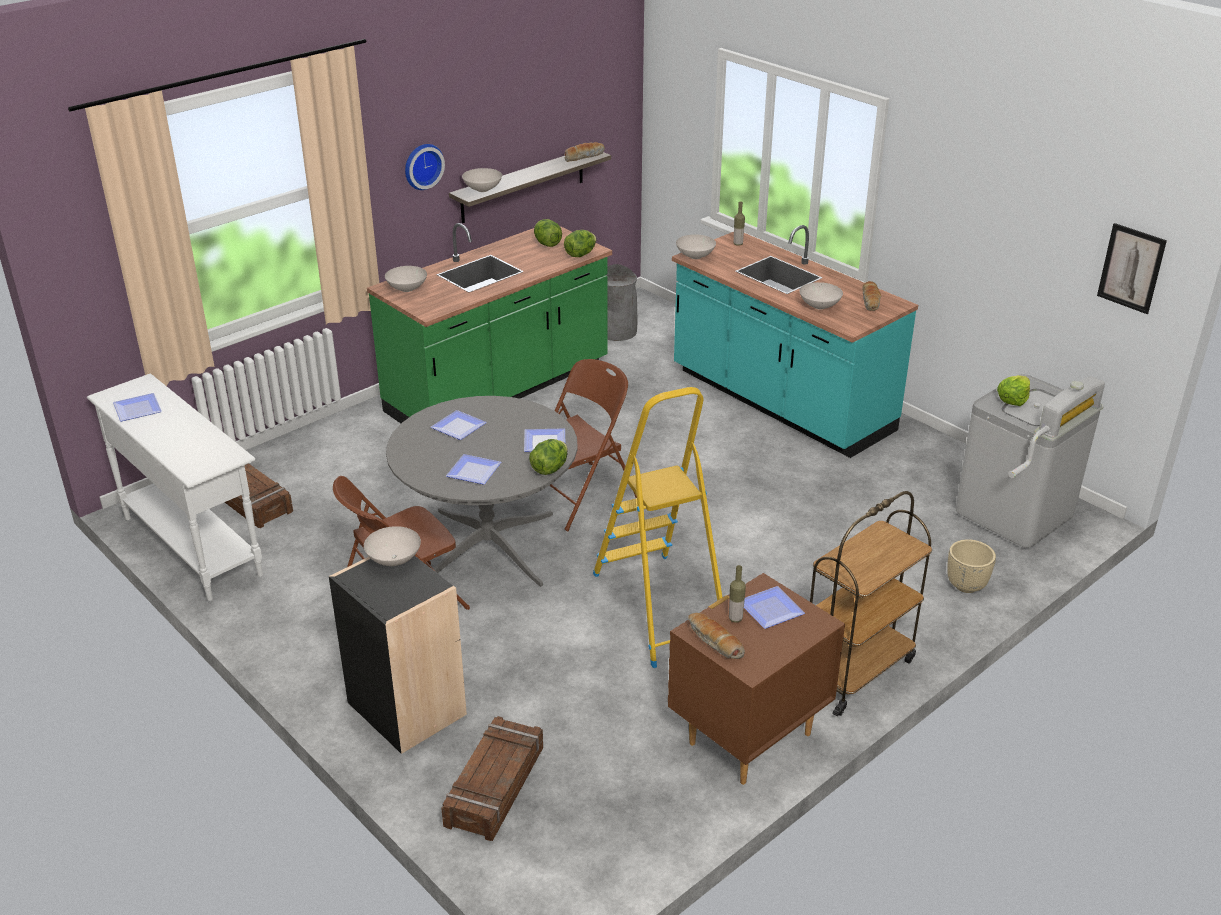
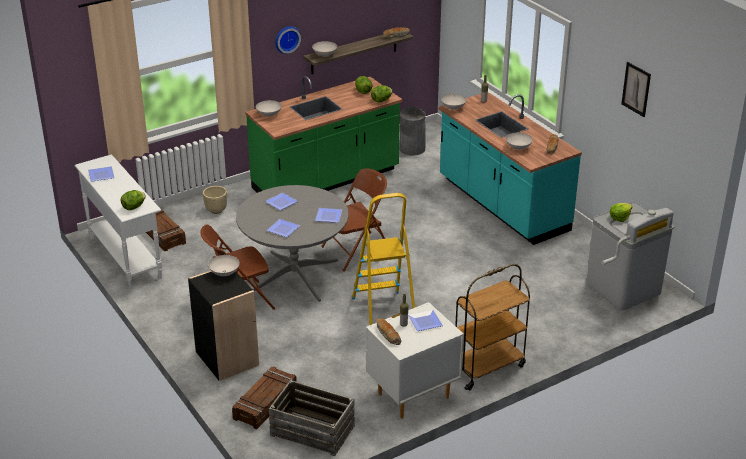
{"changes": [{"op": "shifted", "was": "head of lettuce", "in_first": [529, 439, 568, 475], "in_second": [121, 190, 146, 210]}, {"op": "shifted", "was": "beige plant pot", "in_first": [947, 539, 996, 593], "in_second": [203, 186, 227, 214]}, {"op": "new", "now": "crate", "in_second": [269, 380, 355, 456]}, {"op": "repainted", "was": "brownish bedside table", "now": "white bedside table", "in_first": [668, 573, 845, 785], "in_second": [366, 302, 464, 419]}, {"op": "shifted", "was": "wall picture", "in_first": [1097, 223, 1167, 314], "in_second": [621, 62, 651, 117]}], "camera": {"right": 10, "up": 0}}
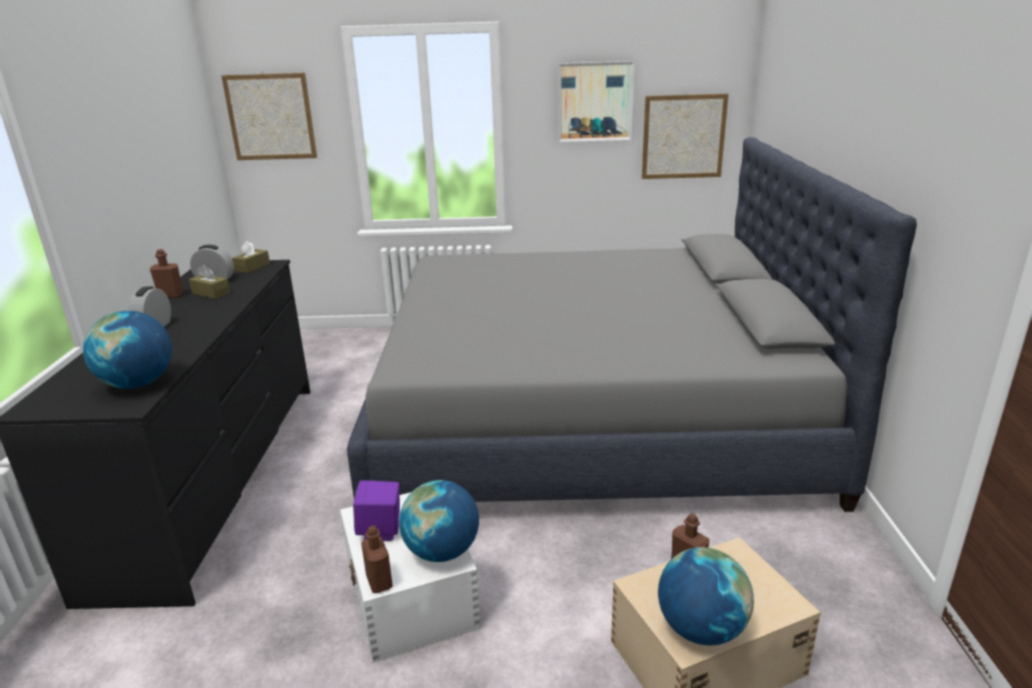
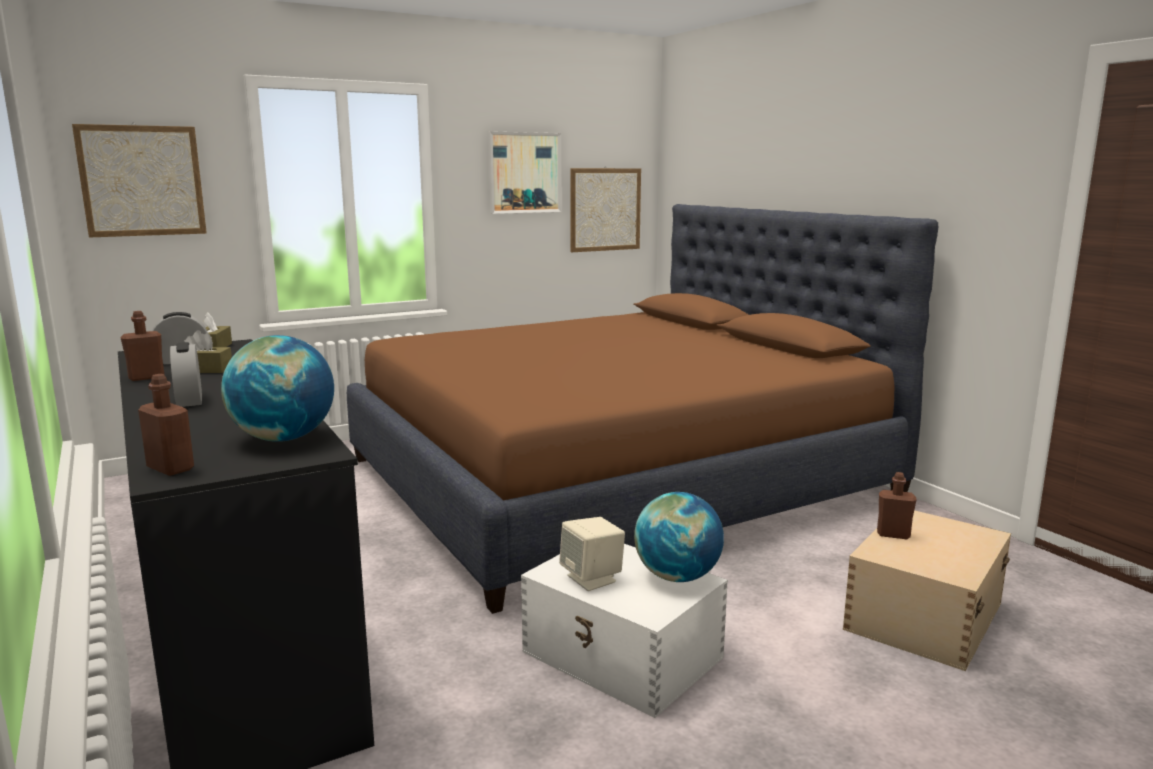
{"changes": [{"op": "shifted", "was": "brownish bottle", "in_first": [361, 526, 393, 593], "in_second": [138, 374, 194, 476]}, {"op": "repainted", "was": "greyish sleeping bed", "now": "brownish sleeping bed", "in_first": [347, 137, 917, 512], "in_second": [347, 204, 938, 614]}, {"op": "repainted", "was": "purplish speaker", "now": "beige speaker", "in_first": [353, 480, 400, 541], "in_second": [559, 517, 625, 591]}, {"op": "gone", "was": "world globe", "in_first": [658, 547, 754, 645]}], "camera": {"right": -30, "up": -10}}
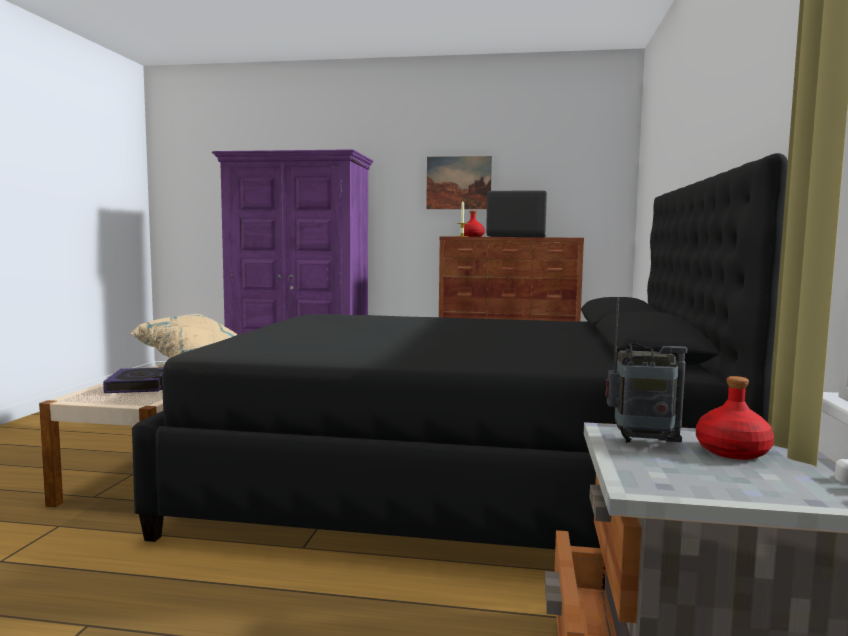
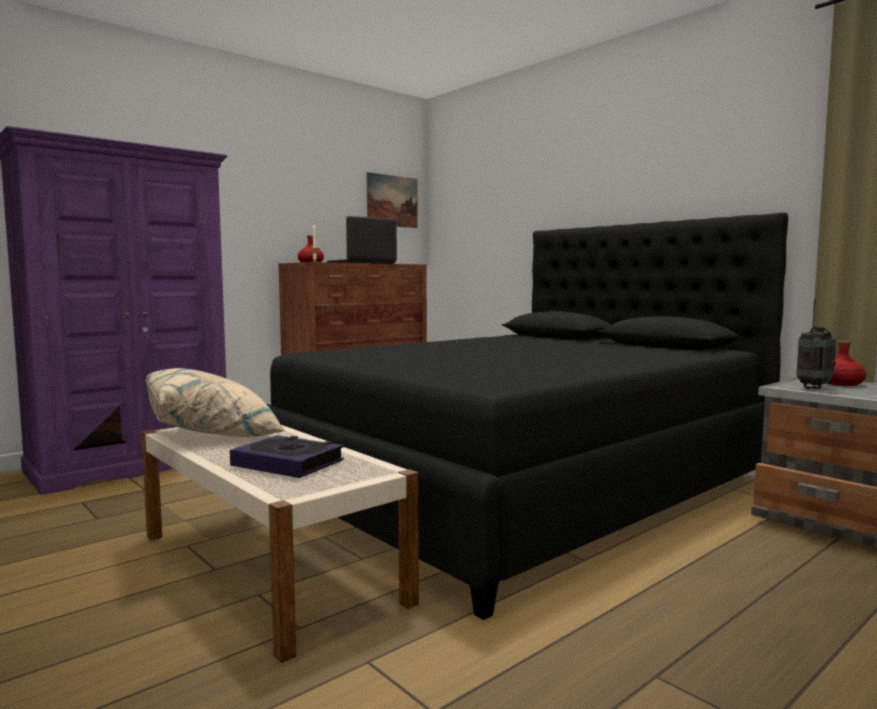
{"changes": [{"op": "shifted", "was": "wall picture", "in_first": [426, 156, 492, 209], "in_second": [367, 172, 418, 228]}], "camera": {"right": -50, "up": 0}}
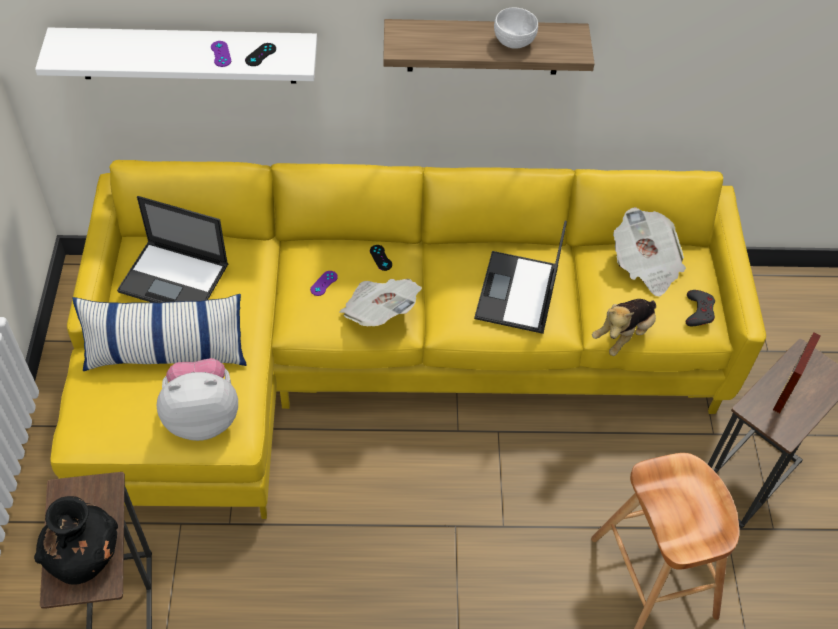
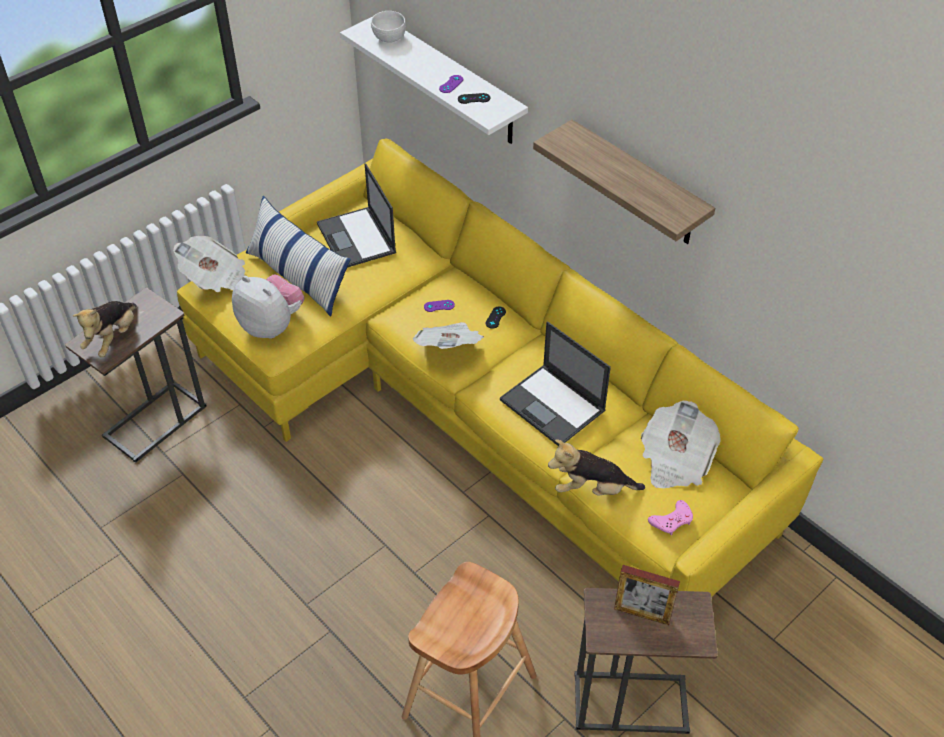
{"changes": [{"op": "swapped", "was": "black-coloured decorative vase", "now": "plush toy", "in_first": [34, 496, 118, 585], "in_second": [73, 301, 137, 357]}, {"op": "new", "now": "printed paper", "in_second": [173, 236, 245, 292]}, {"op": "shifted", "was": "white serving bowl", "in_first": [494, 7, 538, 48], "in_second": [371, 11, 406, 43]}, {"op": "rotated", "was": "portable computer", "in_first": [474, 220, 567, 334], "in_second": [500, 322, 611, 446], "clockwise": -105}, {"op": "rotated", "was": "picture frame", "in_first": [773, 332, 821, 413], "in_second": [614, 565, 680, 625], "clockwise": -150}, {"op": "repainted", "was": "greyish gamepad", "now": "pink gamepad", "in_first": [686, 290, 715, 326], "in_second": [648, 500, 693, 535]}], "camera": {"right": 50, "up": -5}}
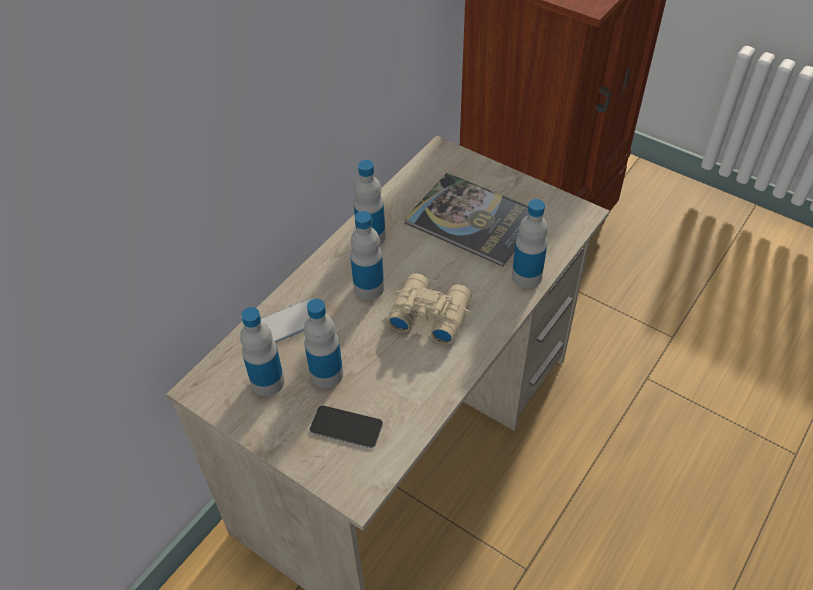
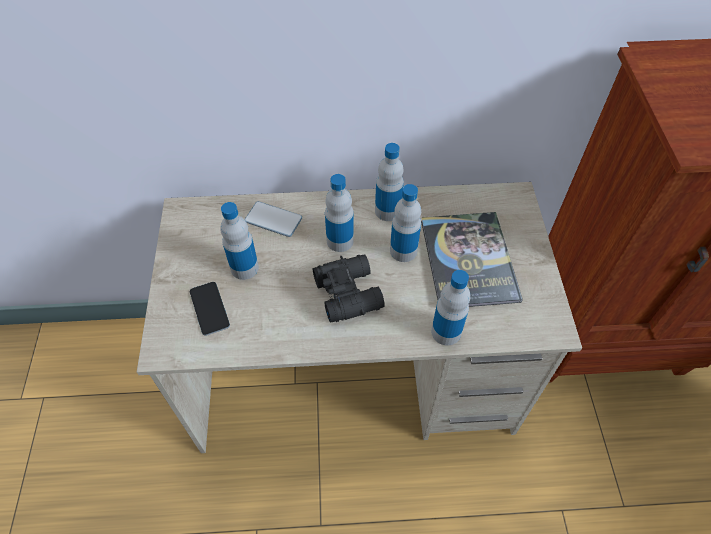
{"changes": [{"op": "repainted", "was": "beige pair of binoculars", "now": "black-coloured pair of binoculars", "in_first": [388, 273, 472, 344], "in_second": [313, 254, 385, 323]}, {"op": "shifted", "was": "bottle", "in_first": [240, 307, 284, 396], "in_second": [390, 184, 421, 262]}], "camera": {"right": 50, "up": 5}}
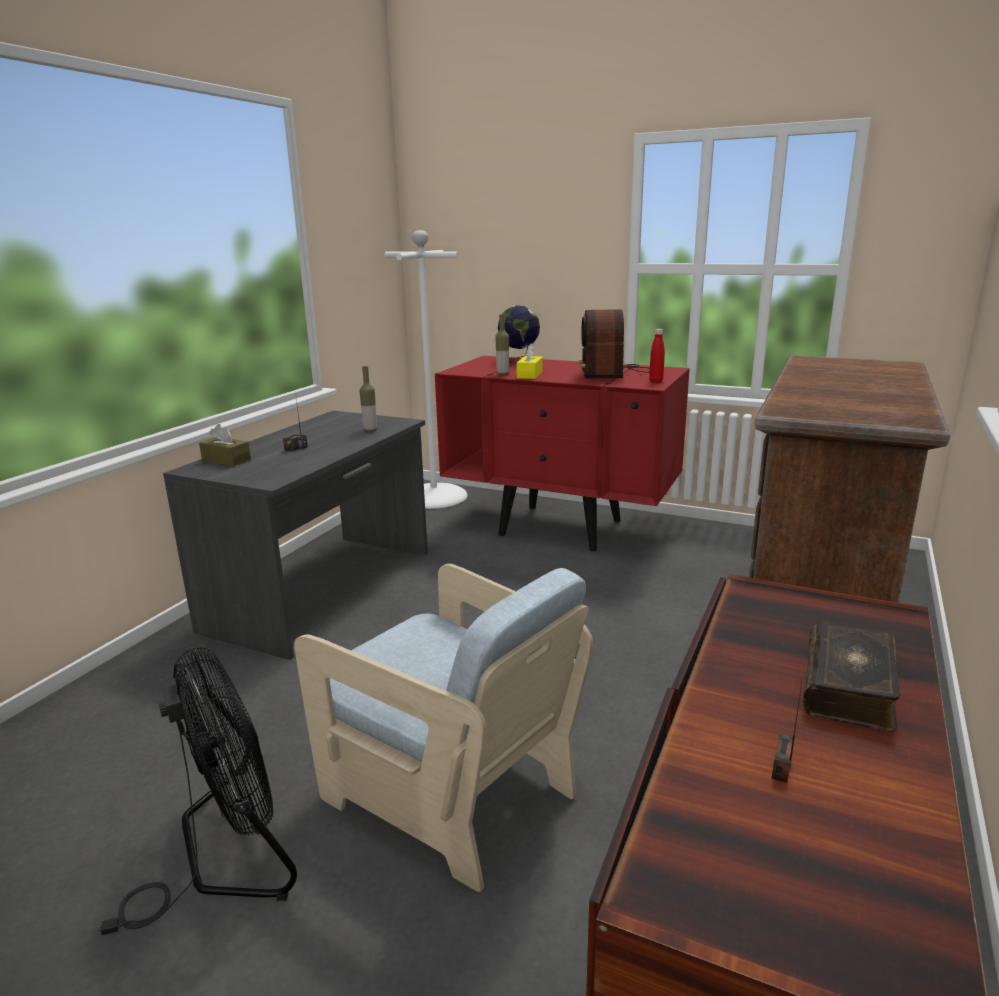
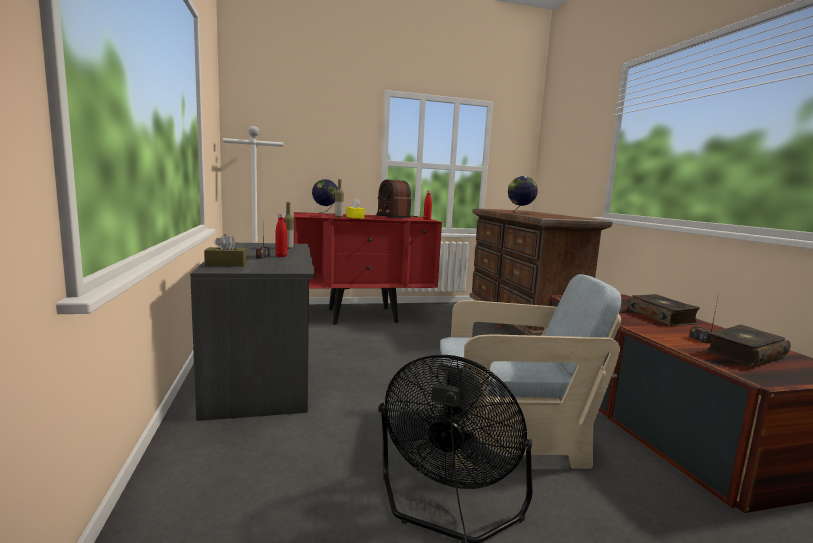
{"changes": [{"op": "new", "now": "reddish bottle", "in_second": [275, 213, 287, 257]}, {"op": "new", "now": "world globe", "in_second": [508, 176, 538, 214]}, {"op": "new", "now": "bound book", "in_second": [704, 325, 791, 367]}], "camera": {"right": -40, "up": -10}}
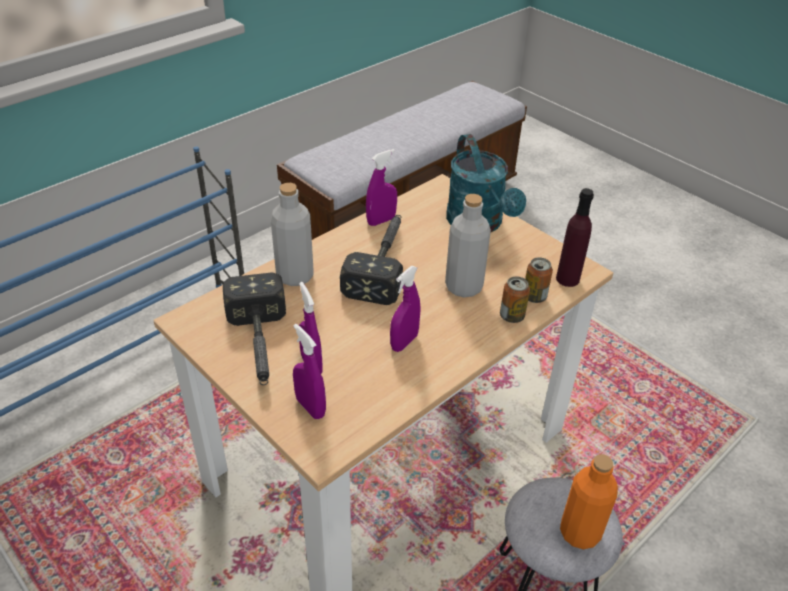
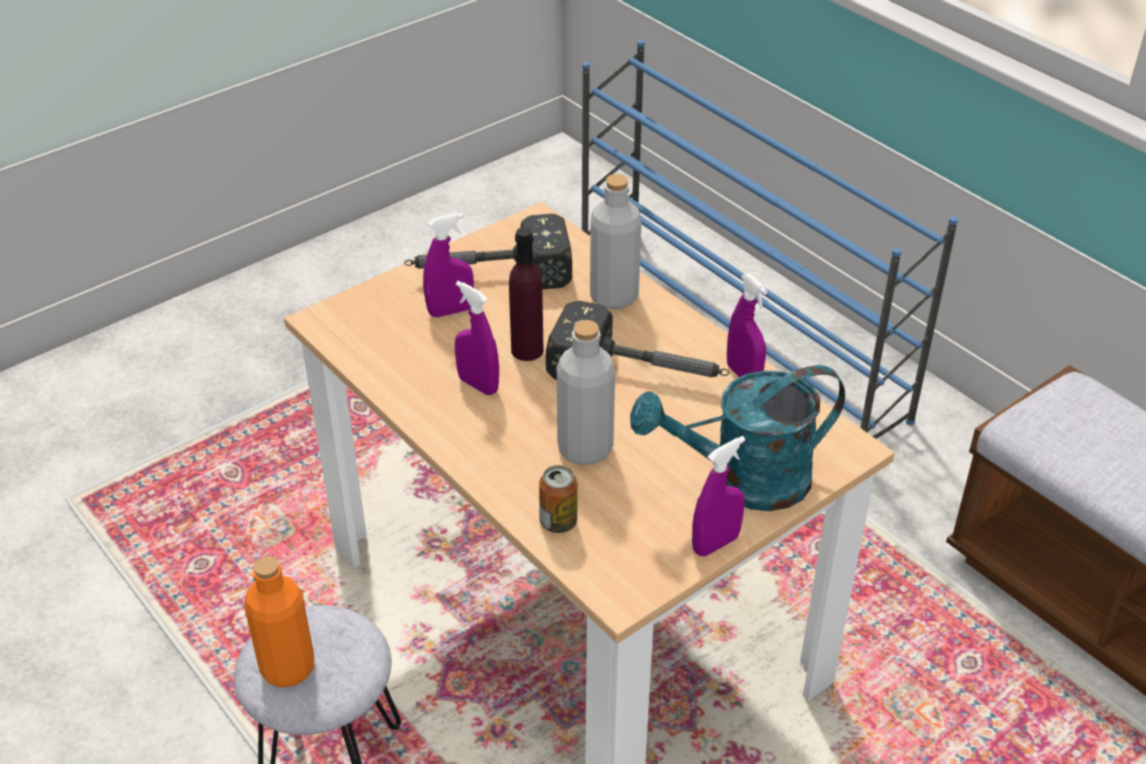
{"changes": [{"op": "shifted", "was": "purplish bottle", "in_first": [556, 188, 594, 287], "in_second": [509, 227, 544, 361]}, {"op": "shifted", "was": "purplish hand sprayer", "in_first": [293, 324, 326, 419], "in_second": [692, 436, 745, 556]}, {"op": "gone", "was": "can", "in_first": [500, 276, 530, 323]}], "camera": {"right": 95, "up": 0}}
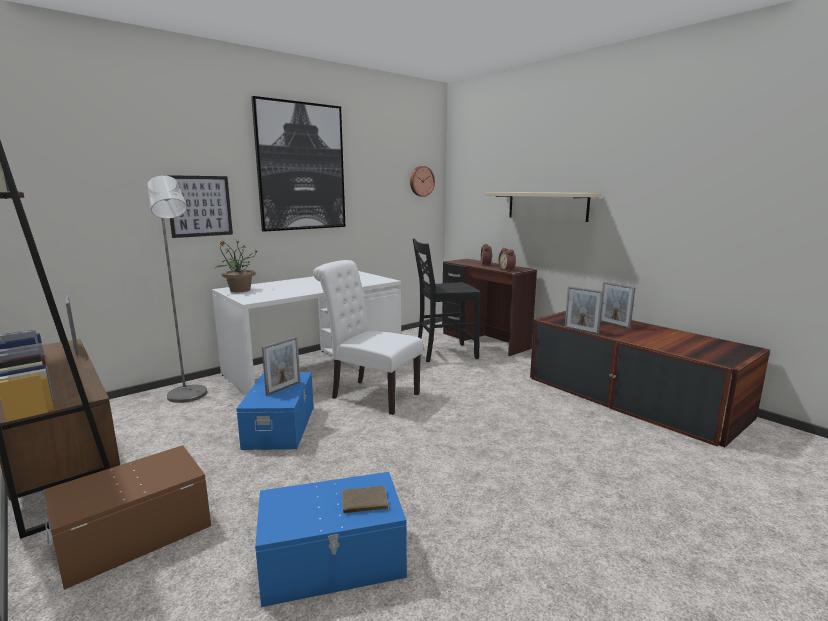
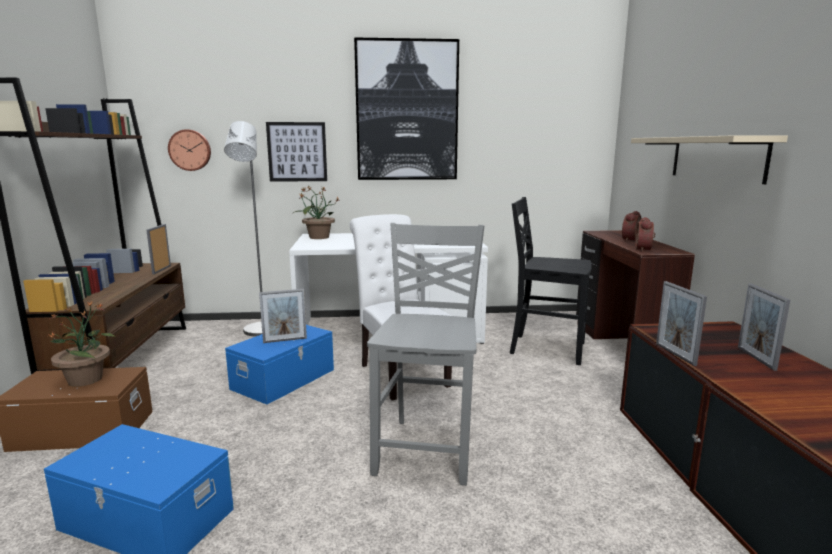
{"changes": [{"op": "new", "now": "houseplant", "in_second": [48, 300, 115, 387]}, {"op": "shifted", "was": "wall clock", "in_first": [410, 166, 435, 197], "in_second": [168, 129, 211, 171]}, {"op": "new", "now": "greyish chair", "in_second": [367, 223, 484, 486]}, {"op": "gone", "was": "brownish bound book", "in_first": [342, 486, 390, 513]}], "camera": {"right": 35, "up": 0}}
